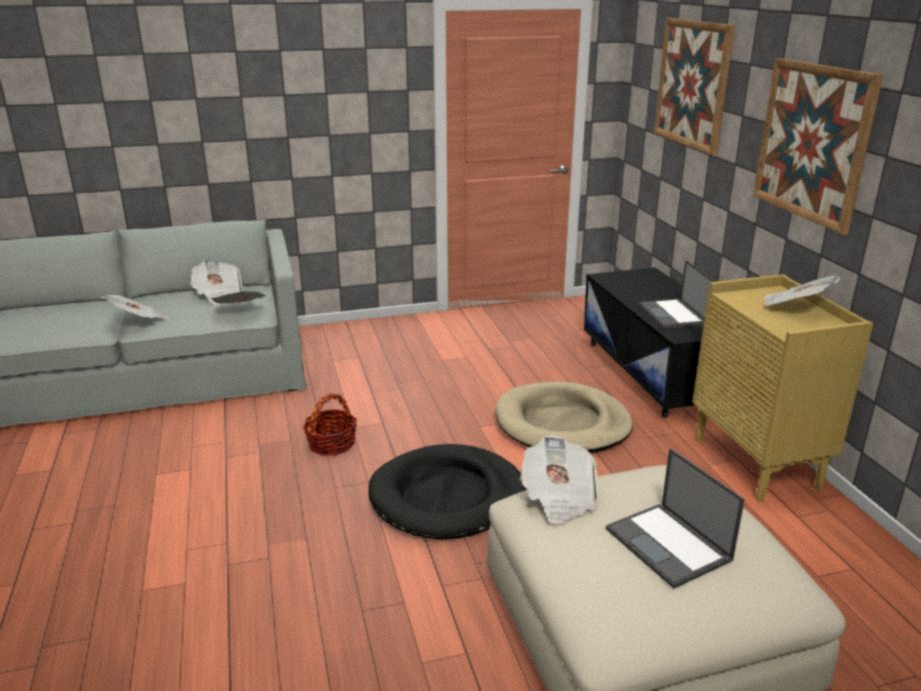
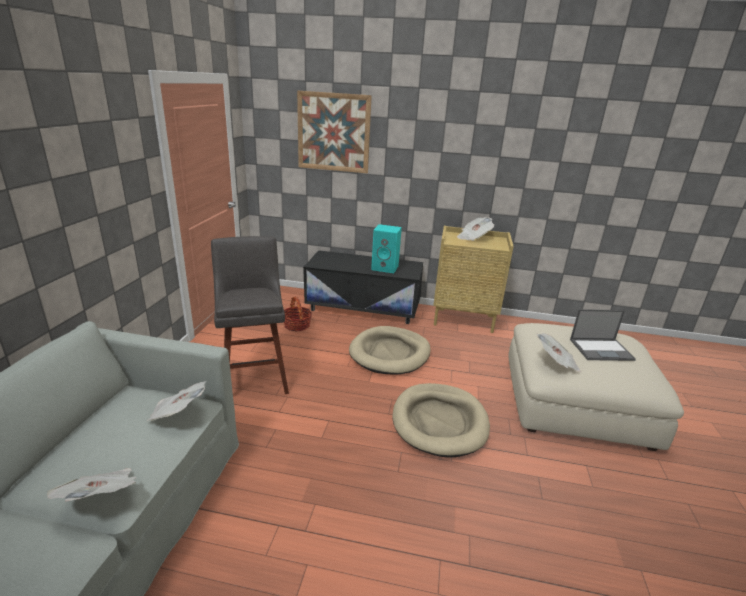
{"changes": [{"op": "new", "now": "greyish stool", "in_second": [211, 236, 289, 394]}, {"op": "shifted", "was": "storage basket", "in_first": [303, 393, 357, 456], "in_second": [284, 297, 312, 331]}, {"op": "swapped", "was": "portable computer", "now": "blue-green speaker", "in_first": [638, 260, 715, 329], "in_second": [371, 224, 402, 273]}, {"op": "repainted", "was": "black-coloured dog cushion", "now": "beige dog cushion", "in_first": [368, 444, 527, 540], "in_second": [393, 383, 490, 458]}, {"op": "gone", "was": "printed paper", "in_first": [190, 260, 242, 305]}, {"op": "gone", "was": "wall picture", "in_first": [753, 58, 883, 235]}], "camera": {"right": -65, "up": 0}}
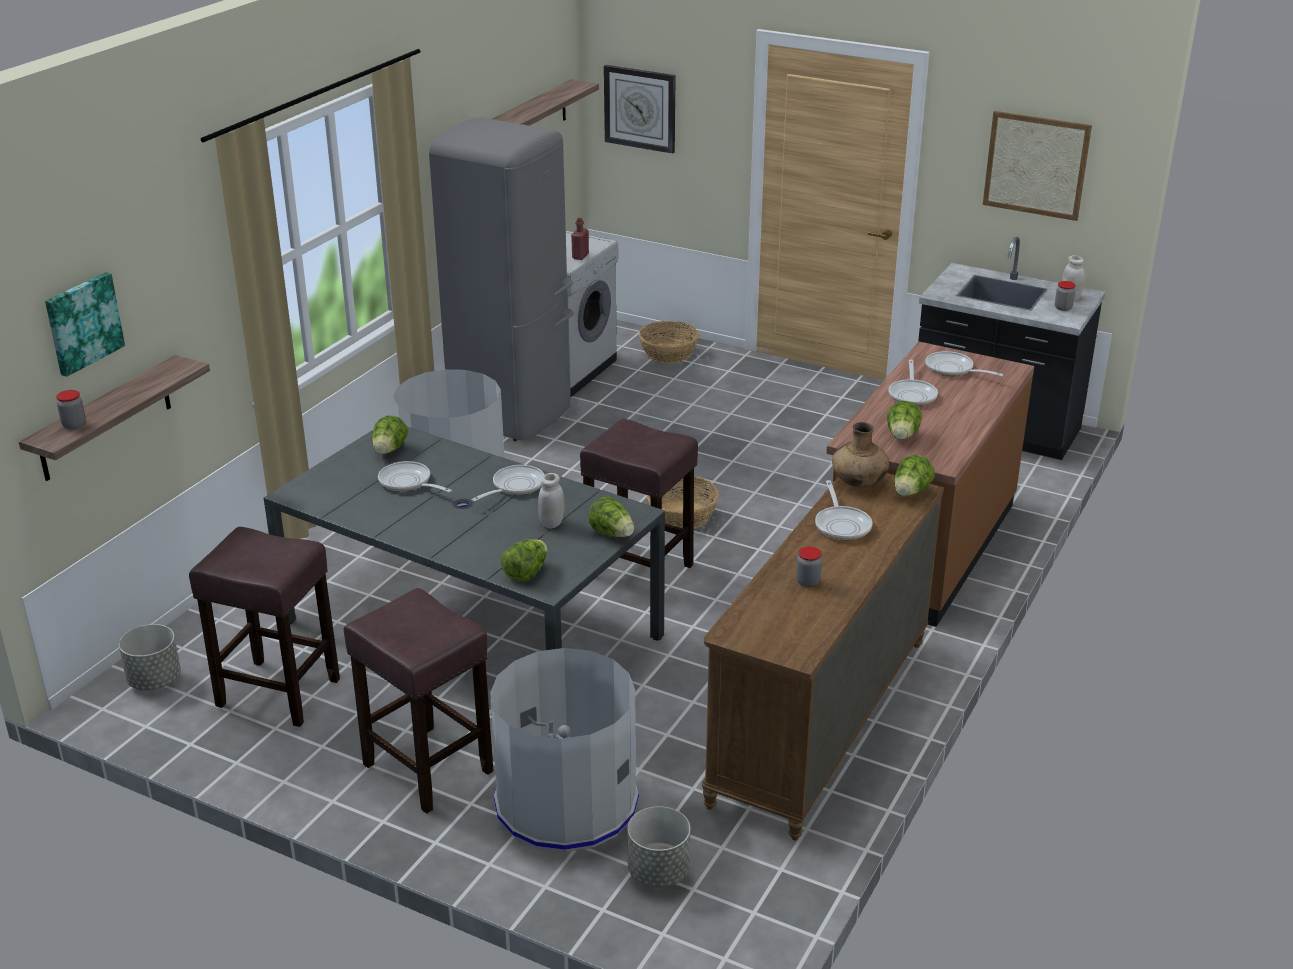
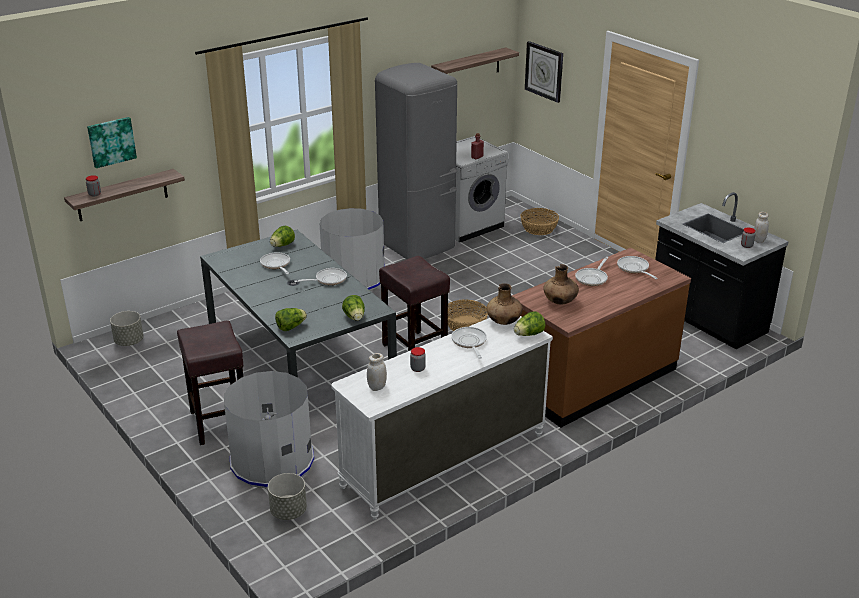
{"changes": [{"op": "repainted", "was": "brownish dresser", "now": "white dresser", "in_first": [702, 473, 944, 840], "in_second": [331, 316, 553, 520]}, {"op": "shifted", "was": "white preserve jar", "in_first": [538, 473, 565, 529], "in_second": [367, 353, 387, 391]}, {"op": "rotated", "was": "skillet", "in_first": [815, 480, 872, 540], "in_second": [451, 327, 487, 359], "clockwise": 150}, {"op": "swapped", "was": "head of lettuce", "now": "brownish decorative vase", "in_first": [887, 401, 922, 440], "in_second": [543, 264, 579, 304]}, {"op": "gone", "was": "brownish stool", "in_first": [189, 527, 340, 727]}, {"op": "gone", "was": "wall picture", "in_first": [983, 111, 1092, 221]}], "camera": {"right": 25, "up": 0}}
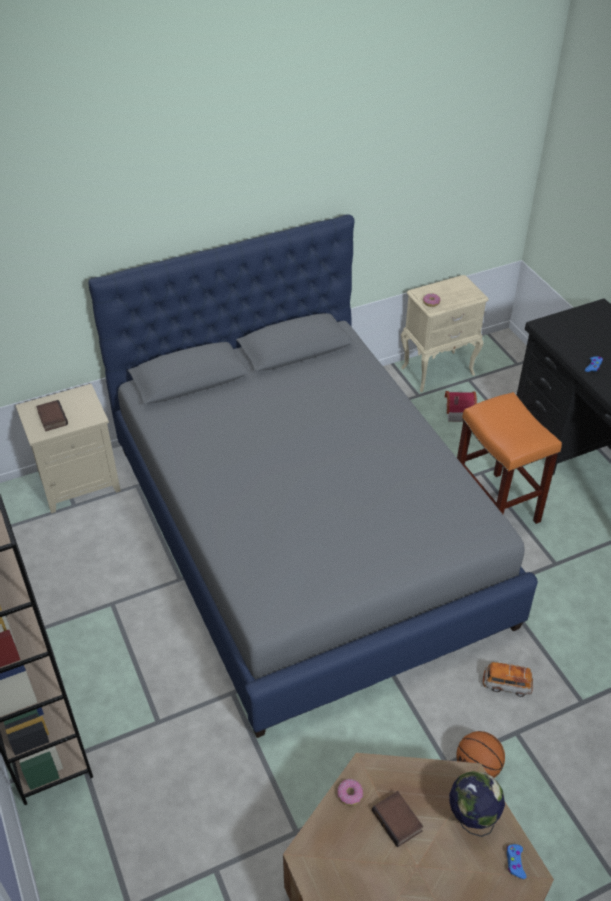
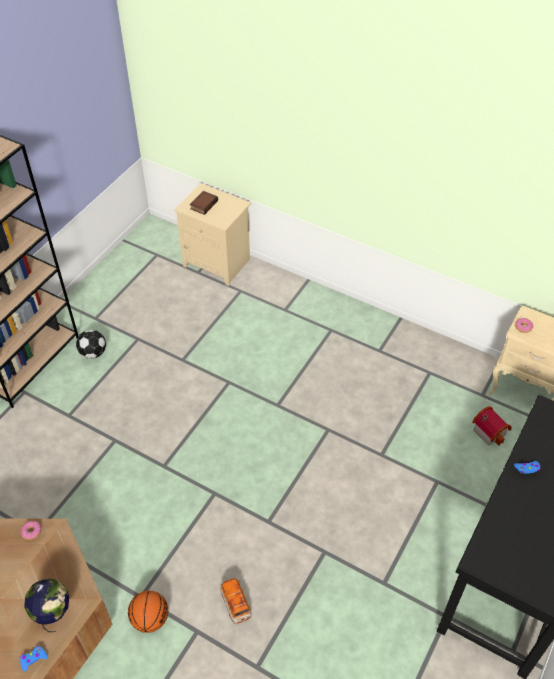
{"changes": [{"op": "new", "now": "football", "in_second": [76, 330, 106, 359]}, {"op": "gone", "was": "greyish sleeping bed", "in_first": [88, 214, 538, 738]}, {"op": "gone", "was": "bound book", "in_first": [372, 791, 423, 847]}, {"op": "gone", "was": "orange stool", "in_first": [457, 392, 562, 524]}], "camera": {"right": 55, "up": 5}}
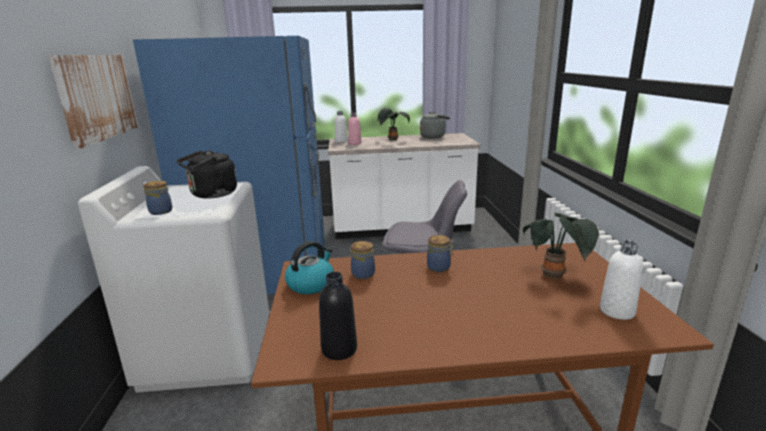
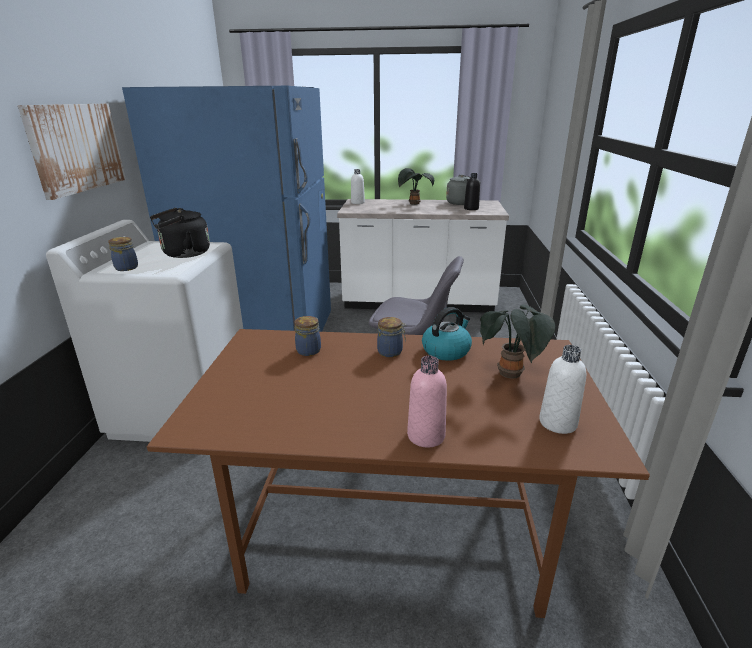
{"changes": [{"op": "shifted", "was": "pink bottle", "in_first": [348, 113, 362, 145], "in_second": [407, 356, 447, 448]}, {"op": "shifted", "was": "kettle", "in_first": [285, 241, 334, 294], "in_second": [422, 307, 472, 361]}, {"op": "shifted", "was": "black-coloured bottle", "in_first": [319, 272, 357, 360], "in_second": [464, 173, 480, 210]}], "camera": {"right": 10, "up": 5}}
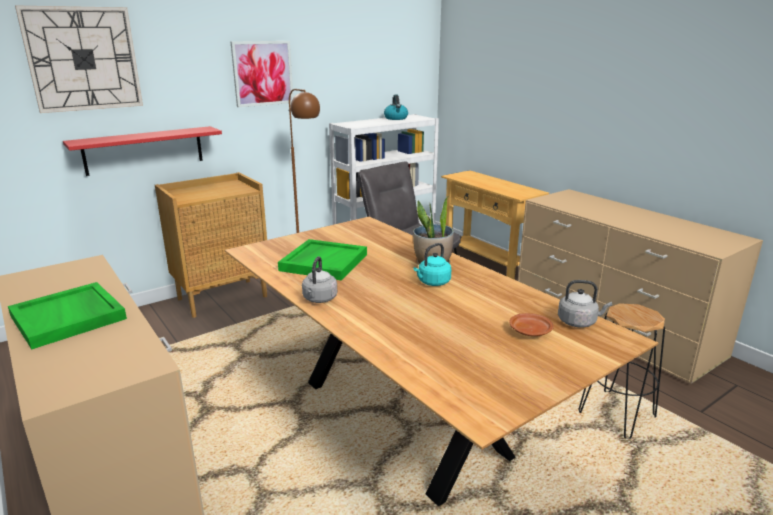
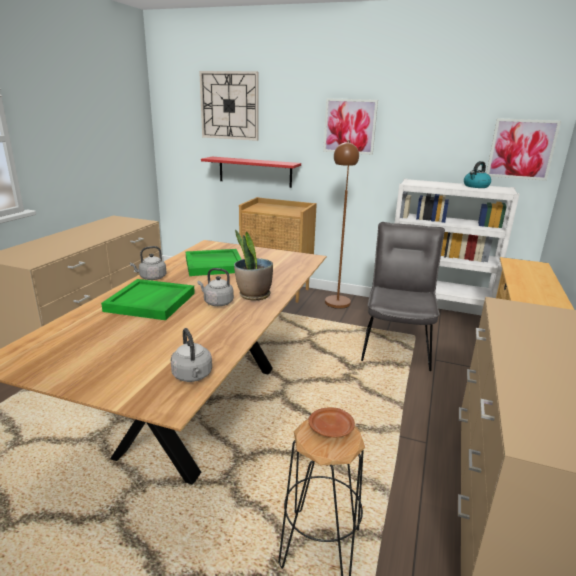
{"changes": [{"op": "shifted", "was": "green serving tray", "in_first": [8, 282, 127, 349], "in_second": [101, 279, 195, 320]}, {"op": "repainted", "was": "blue-green kettle", "now": "greyish kettle", "in_first": [413, 243, 451, 286], "in_second": [197, 268, 234, 306]}, {"op": "shifted", "was": "brownish plate", "in_first": [509, 313, 554, 336], "in_second": [308, 407, 355, 437]}, {"op": "new", "now": "wall picture", "in_second": [487, 118, 561, 181]}], "camera": {"right": 55, "up": 0}}
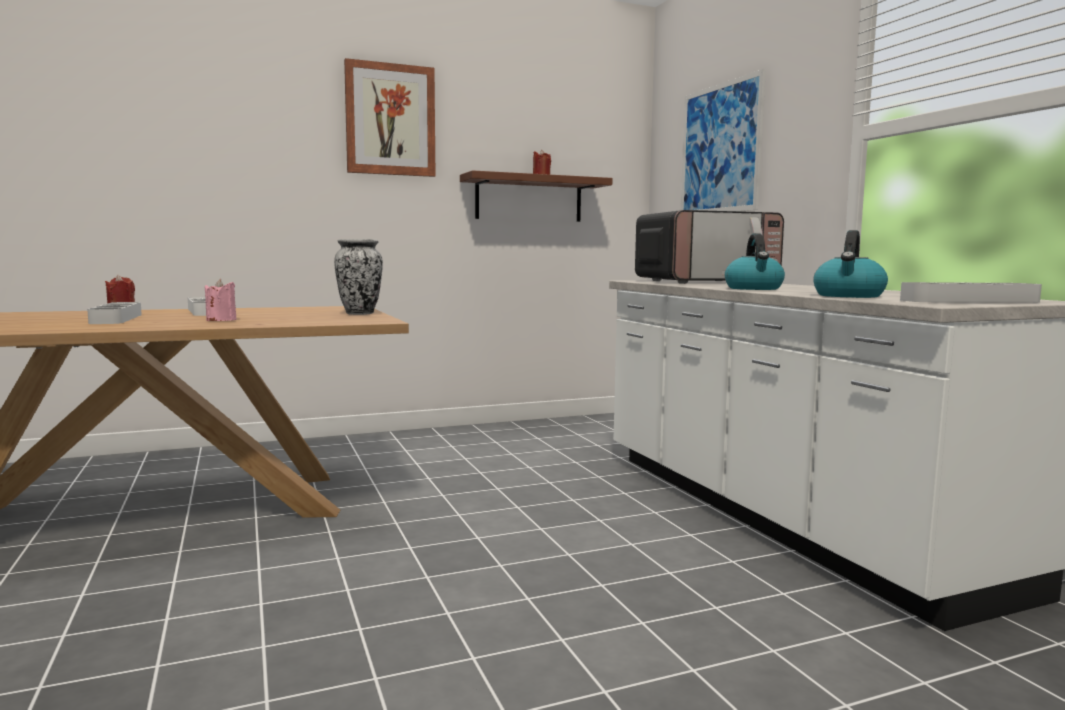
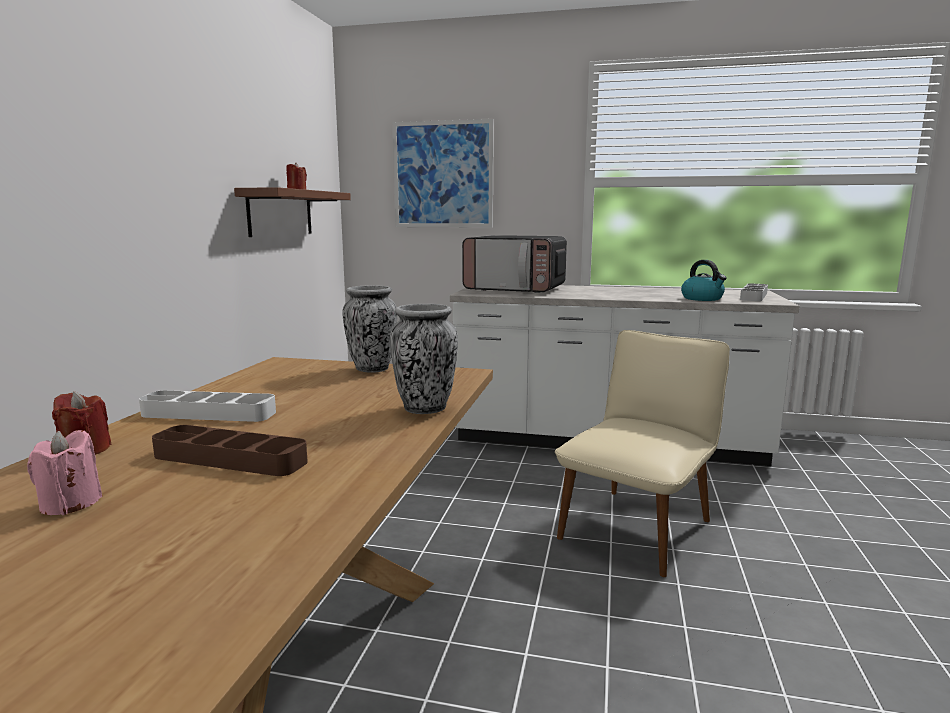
{"changes": [{"op": "shifted", "was": "pink candle", "in_first": [205, 279, 236, 321], "in_second": [27, 430, 102, 515]}, {"op": "repainted", "was": "greyish serving tray", "now": "brownish serving tray", "in_first": [87, 302, 142, 324], "in_second": [152, 425, 308, 476]}, {"op": "new", "now": "decorative vase", "in_second": [390, 304, 458, 414]}, {"op": "rotated", "was": "kitchen microwave", "in_first": [635, 210, 784, 284], "in_second": [462, 235, 567, 293], "clockwise": 90}, {"op": "new", "now": "beige chair", "in_second": [555, 330, 730, 577]}, {"op": "gone", "was": "wall picture", "in_first": [344, 58, 435, 177]}, {"op": "gone", "was": "kettle", "in_first": [725, 233, 785, 290]}], "camera": {"right": -55, "up": 5}}
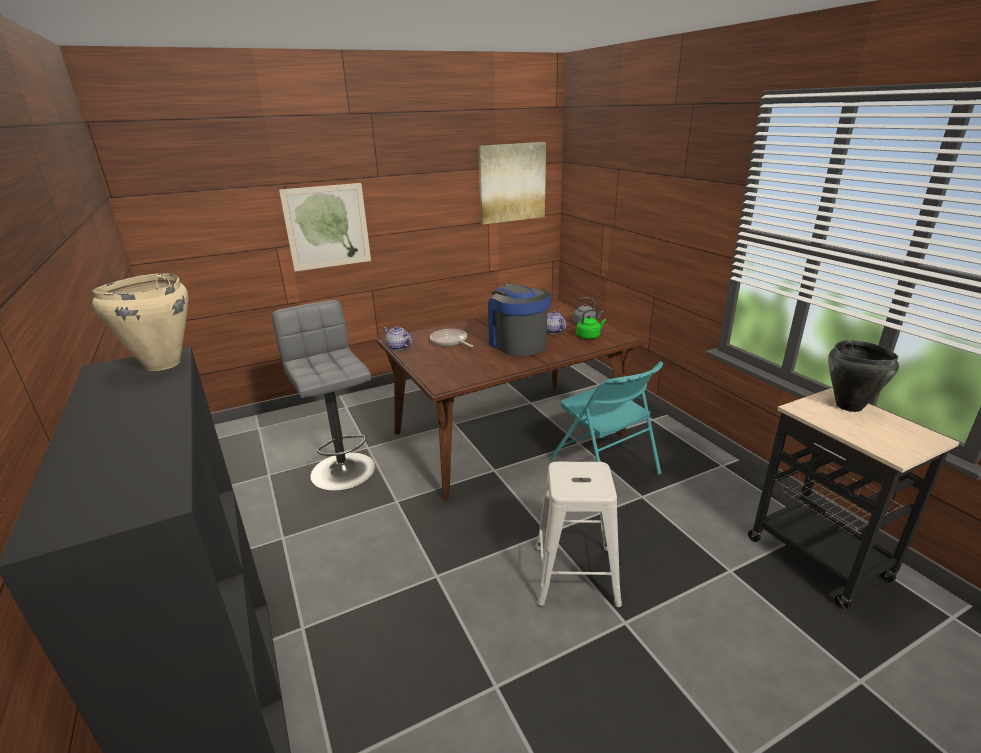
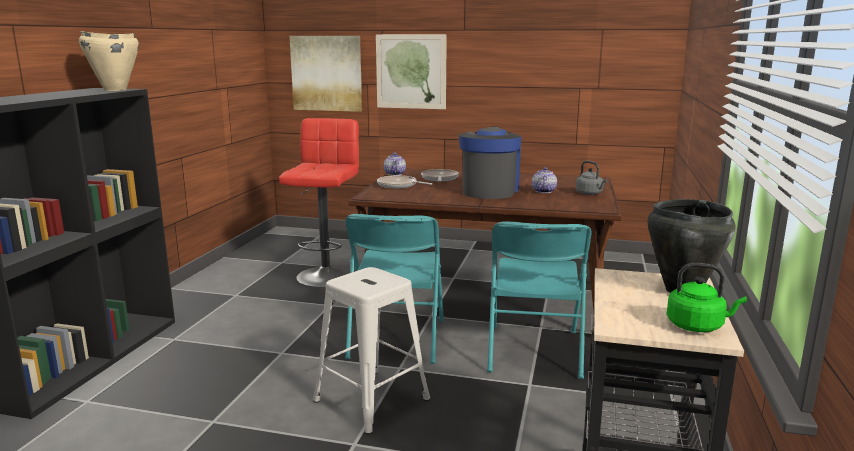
{"changes": [{"op": "repainted", "was": "greyish stool", "now": "reddish stool", "in_first": [272, 300, 375, 491], "in_second": [279, 118, 359, 287]}, {"op": "shifted", "was": "wall picture", "in_first": [478, 142, 546, 225], "in_second": [289, 36, 362, 112]}, {"op": "new", "now": "blue-green chair", "in_second": [345, 214, 444, 364]}, {"op": "new", "now": "skillet", "in_second": [377, 175, 433, 189]}, {"op": "shifted", "was": "green kettle", "in_first": [576, 309, 606, 339], "in_second": [667, 263, 747, 332]}], "camera": {"right": 40, "up": -10}}
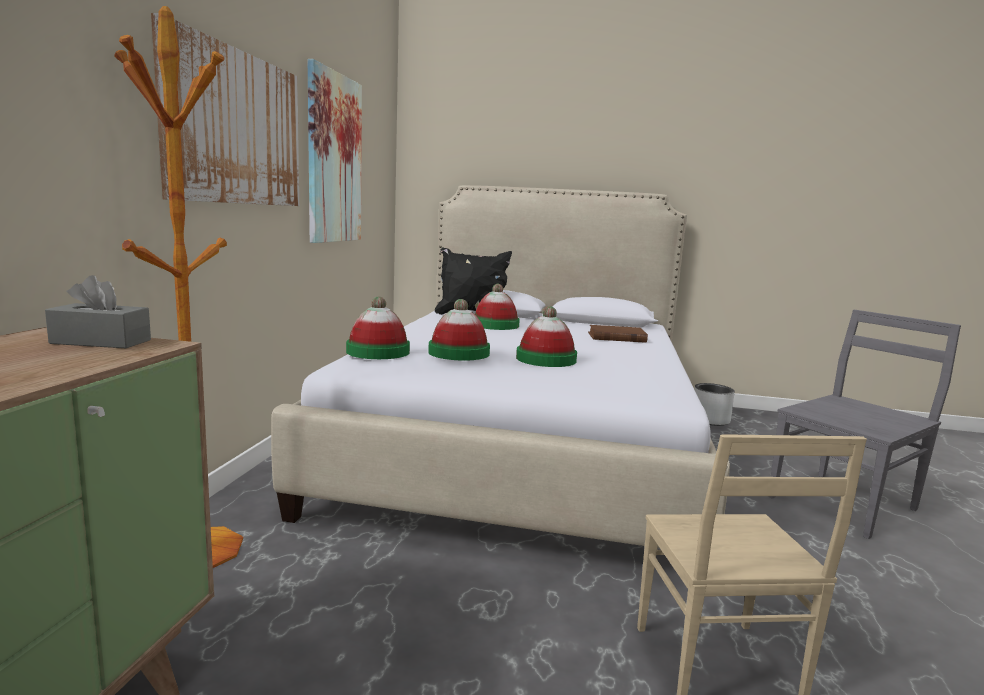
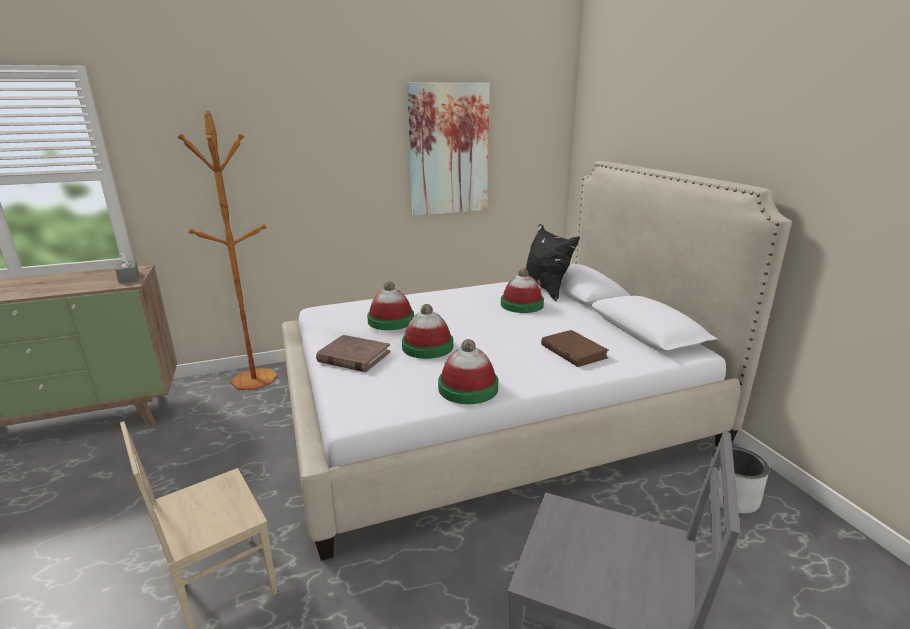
{"changes": [{"op": "new", "now": "brownish bound book", "in_second": [316, 335, 390, 372]}, {"op": "shifted", "was": "clothing hat", "in_first": [346, 297, 410, 359], "in_second": [438, 339, 498, 404]}, {"op": "gone", "was": "wall picture", "in_first": [151, 13, 299, 206]}], "camera": {"right": 60, "up": 10}}
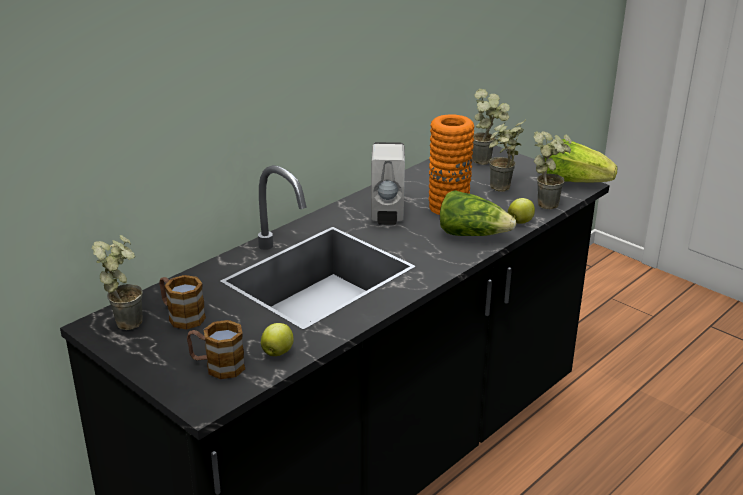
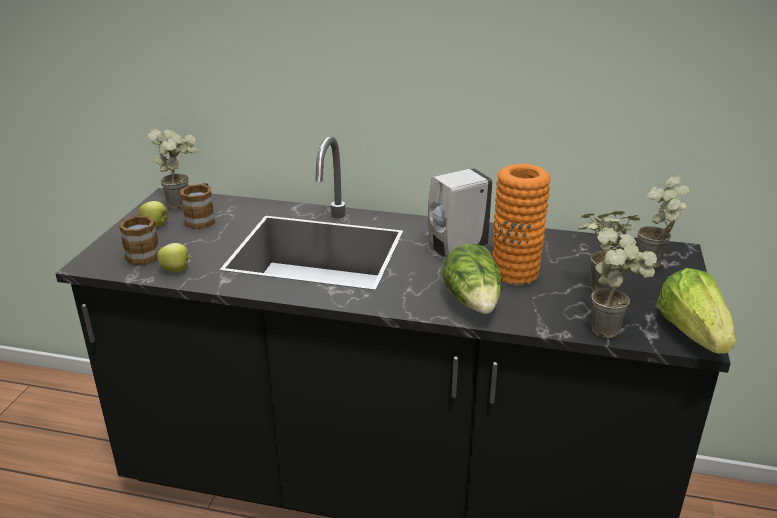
{"changes": [{"op": "shifted", "was": "apple", "in_first": [508, 198, 535, 224], "in_second": [138, 201, 168, 227]}], "camera": {"right": 60, "up": 0}}
